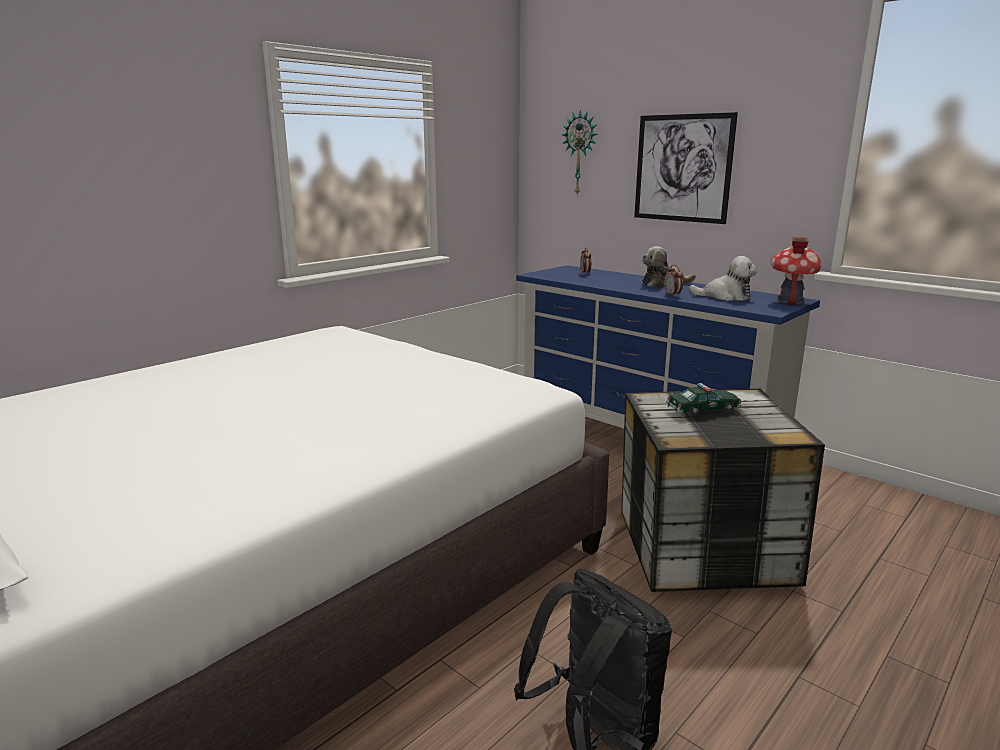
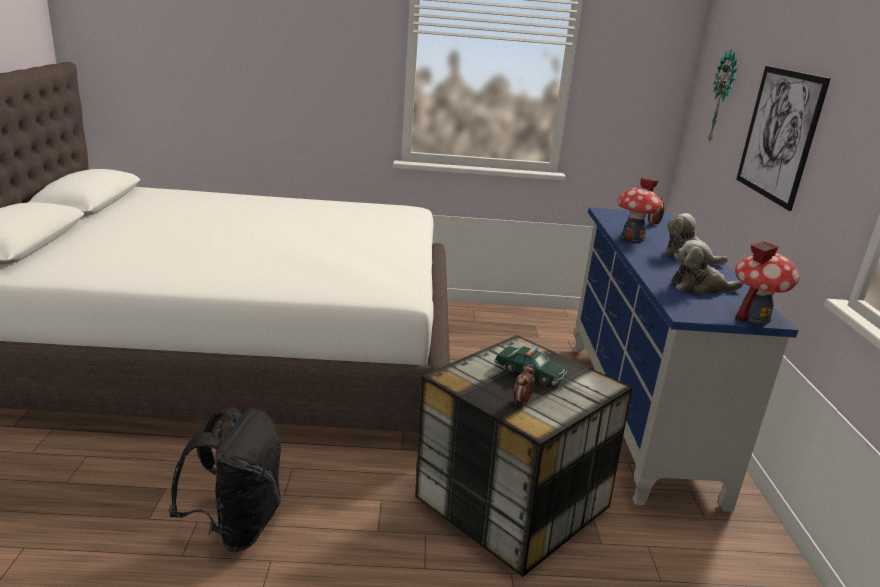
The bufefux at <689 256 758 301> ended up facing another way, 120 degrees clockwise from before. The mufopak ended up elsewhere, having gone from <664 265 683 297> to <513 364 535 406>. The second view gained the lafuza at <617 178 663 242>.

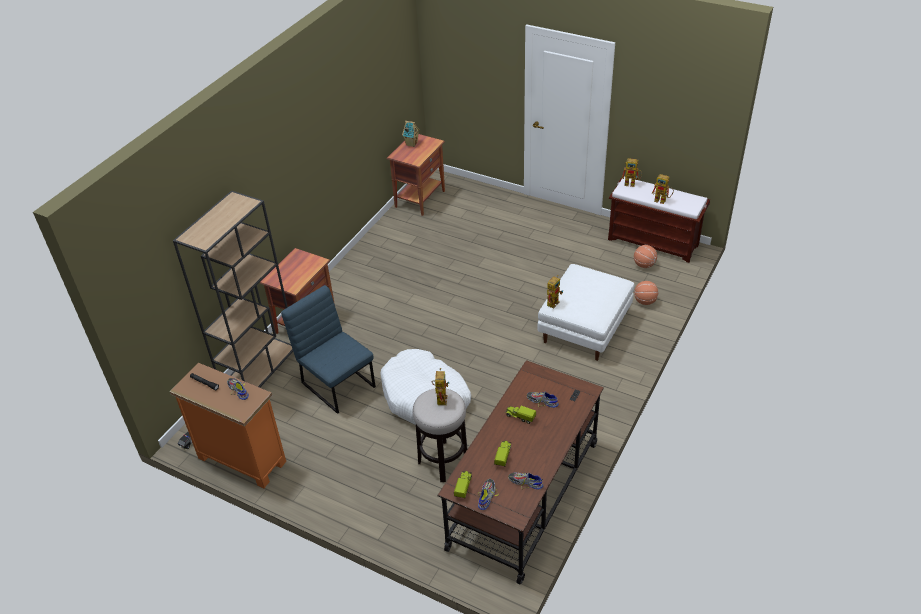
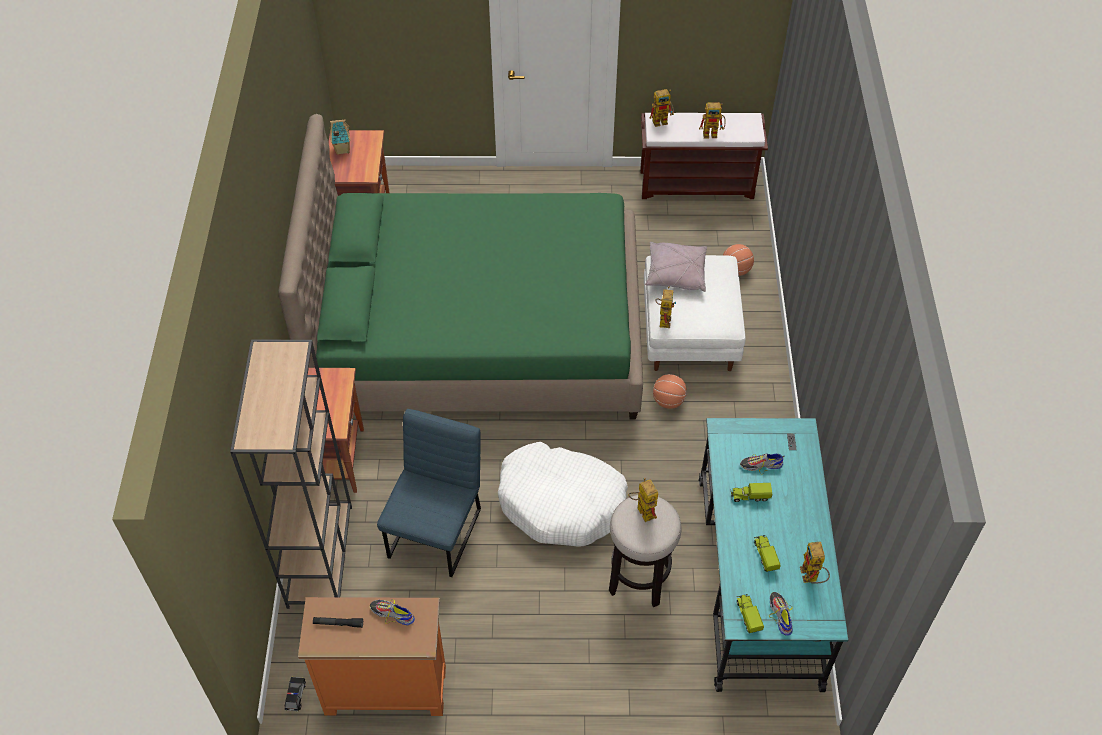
The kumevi ended up elsewhere, having gone from <634 245 657 268> to <653 374 687 409>. The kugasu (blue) at <281 285 376 414> ended up facing another way, 90 degrees clockwise from before. What was the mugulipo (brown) at <438 360 604 585> turned into the mugulipo (turquoise) at <698 418 848 692>. Where the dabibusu stood at <508 473 544 490>, the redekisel came to stand at <800 542 830 584>. The second view gained the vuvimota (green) at <278 114 643 420>. The second view gained the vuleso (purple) at <645 242 707 292>.

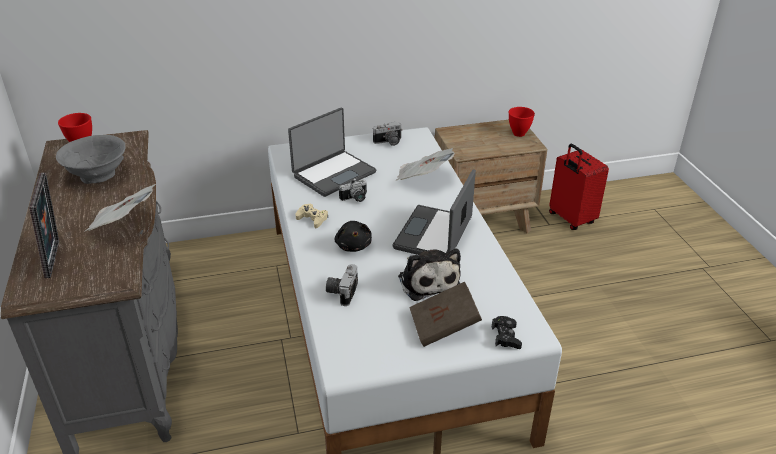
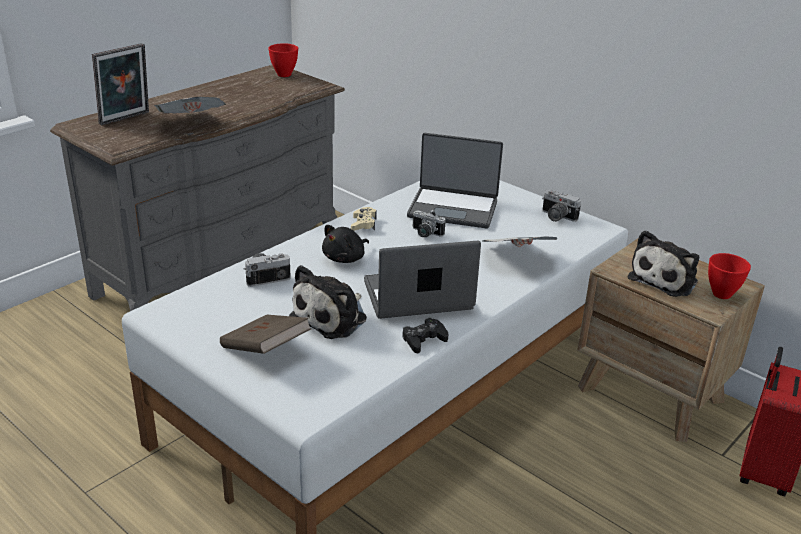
The second view lost the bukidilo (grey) at <56 135 126 184>. The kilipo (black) ended up elsewhere, having gone from <492 316 522 349> to <402 318 448 353>. The second view gained the bufefux at <628 230 699 297>.

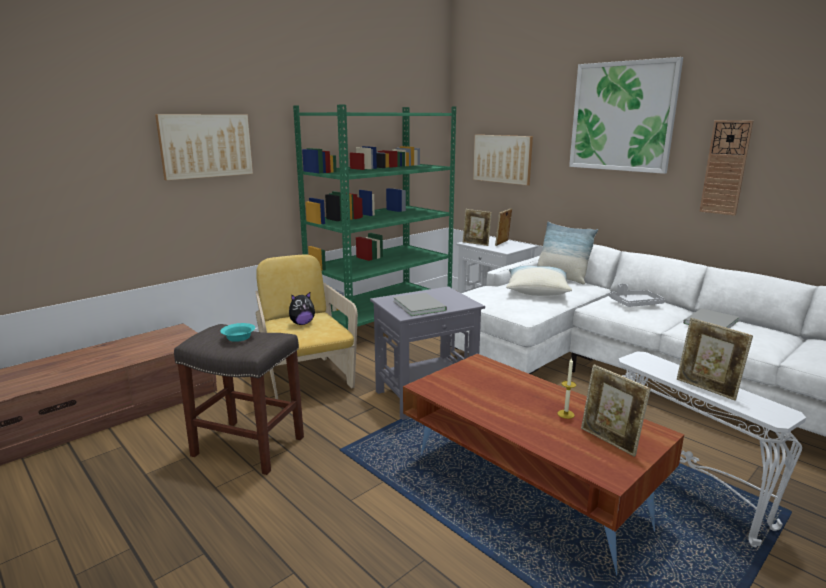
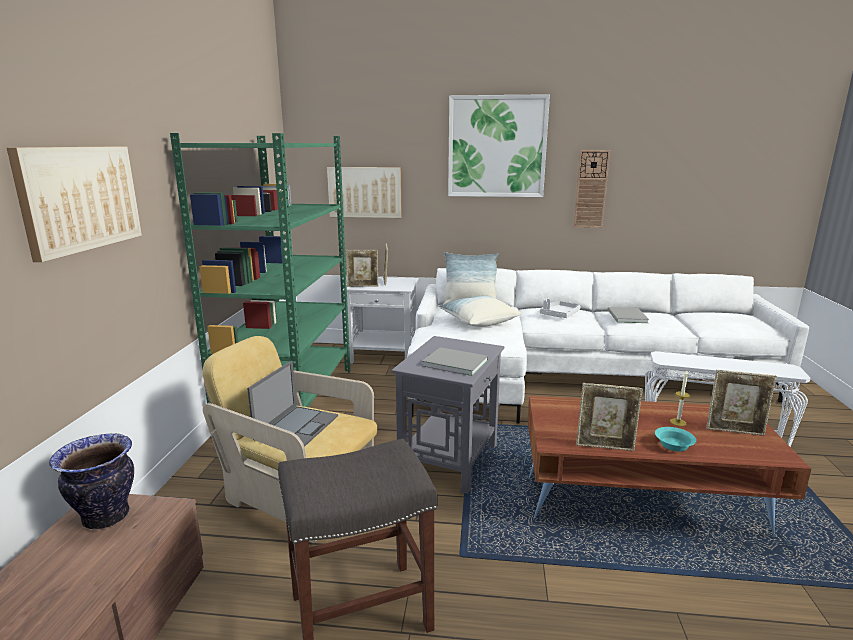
Where the bufefux stood at <289 292 315 325>, the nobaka came to stand at <247 361 338 447>. The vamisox ended up elsewhere, having gone from <677 318 753 401> to <576 383 643 451>. The bukidilo (turquoise) ended up elsewhere, having gone from <220 323 255 342> to <655 427 696 452>. The second view gained the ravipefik at <49 433 134 529>.

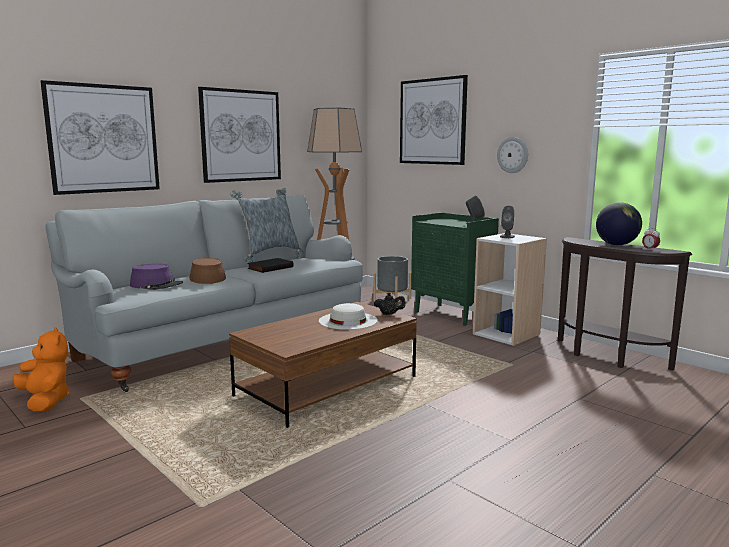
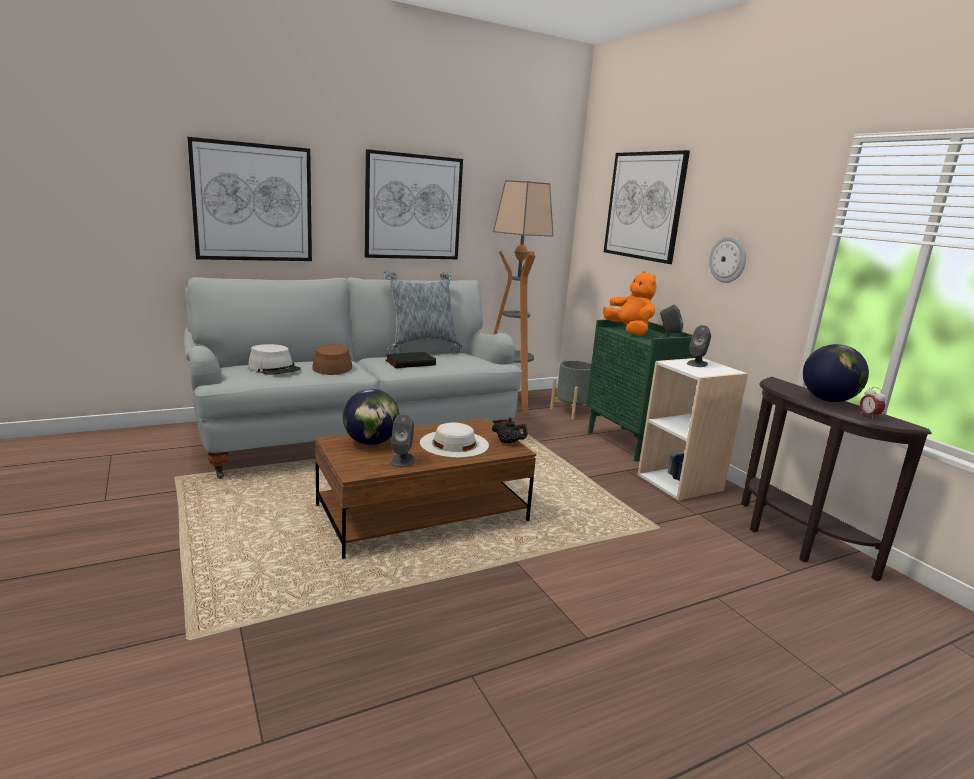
What was the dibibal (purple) at <130 264 183 290> turned into the dibibal (grey) at <248 344 301 375>. The bufefux (orange) ended up elsewhere, having gone from <13 327 70 411> to <603 271 656 336>. The second view gained the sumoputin at <343 389 400 445>. The second view gained the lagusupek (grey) at <390 414 415 468>.

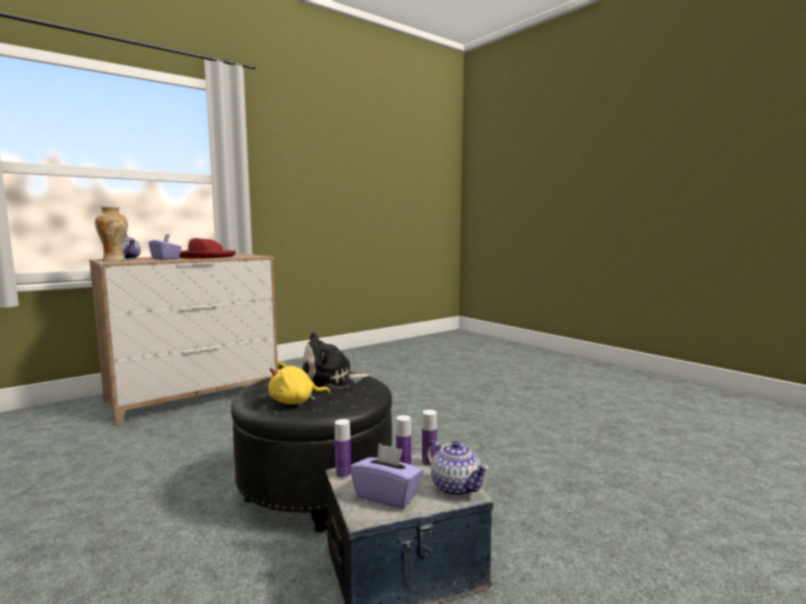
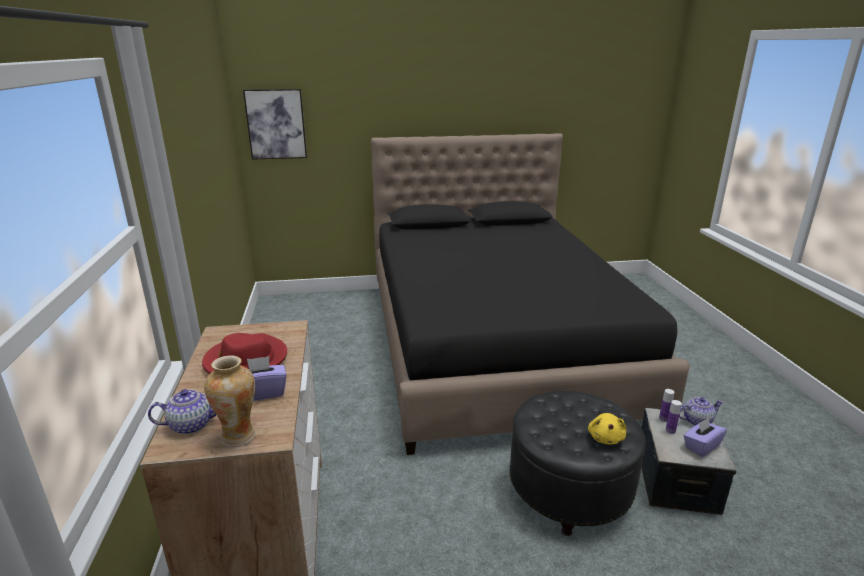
The second view lost the bufefux at <300 332 370 390>. The second view lost the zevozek at <335 419 351 479>. The second view gained the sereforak at <243 89 307 160>. The second view gained the vuvimota (black) at <371 133 690 455>.

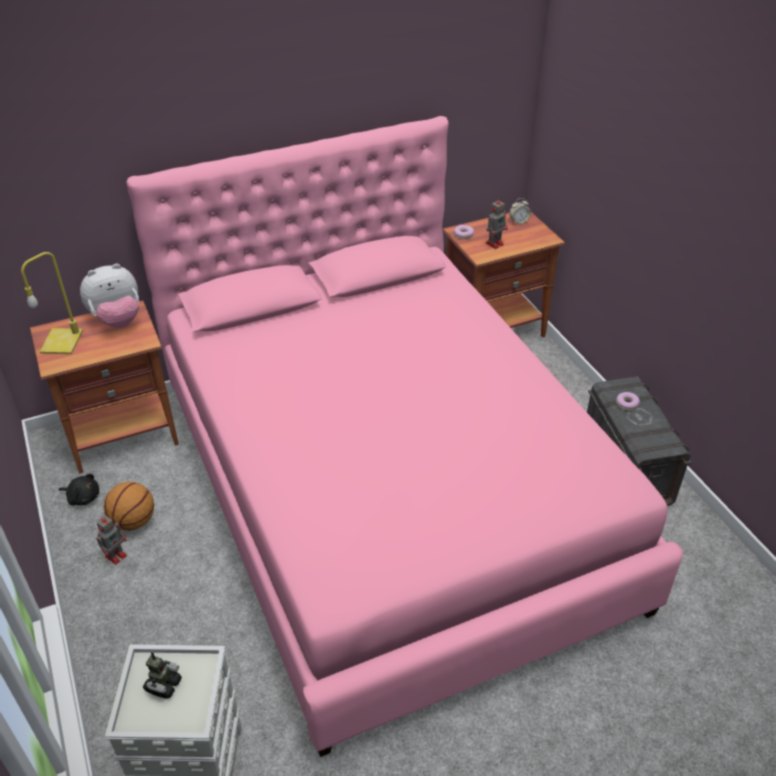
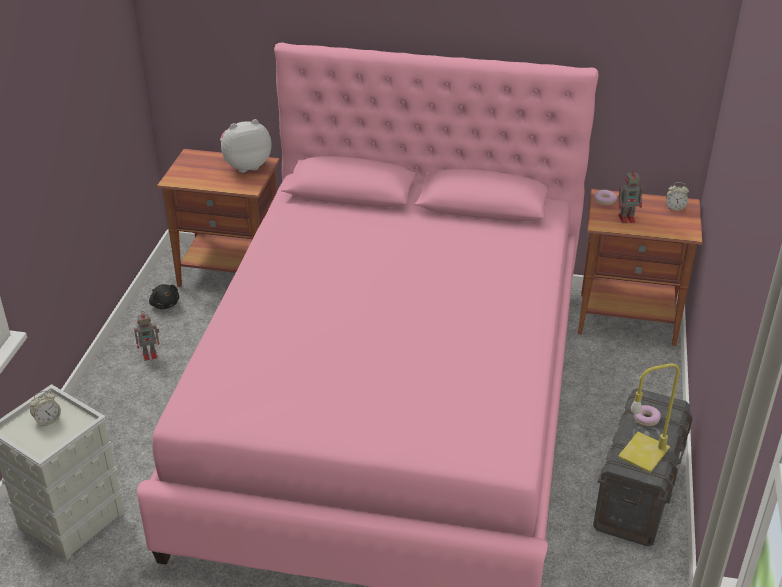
The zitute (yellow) ended up elsewhere, having gone from <21 252 83 354> to <618 363 680 473>. The bufefux at <80 263 139 328> ended up facing another way, 150 degrees clockwise from before. The second view lost the kumevi at <103 482 154 531>. Where the redekisel stood at <143 652 182 699>, the mufopak came to stand at <30 391 61 427>.

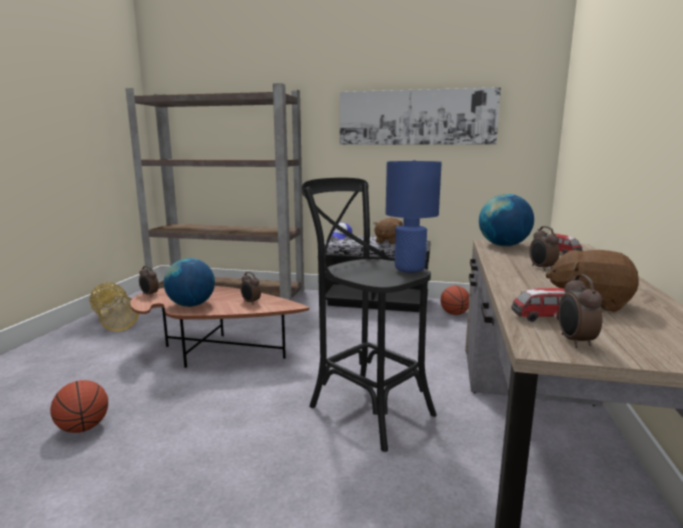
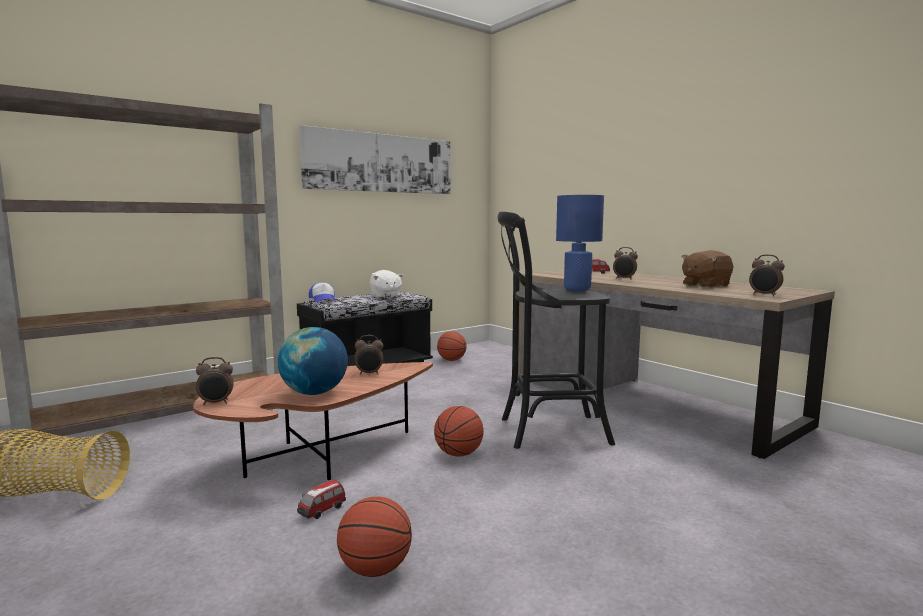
The second view lost the sumoputin at <479 194 534 246>. What was the bufefux (brown) at <373 218 403 245> turned into the bufefux (white) at <370 270 403 299>. The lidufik ended up elsewhere, having gone from <511 288 565 322> to <297 480 346 519>. The second view gained the kumevi at <434 406 484 457>.

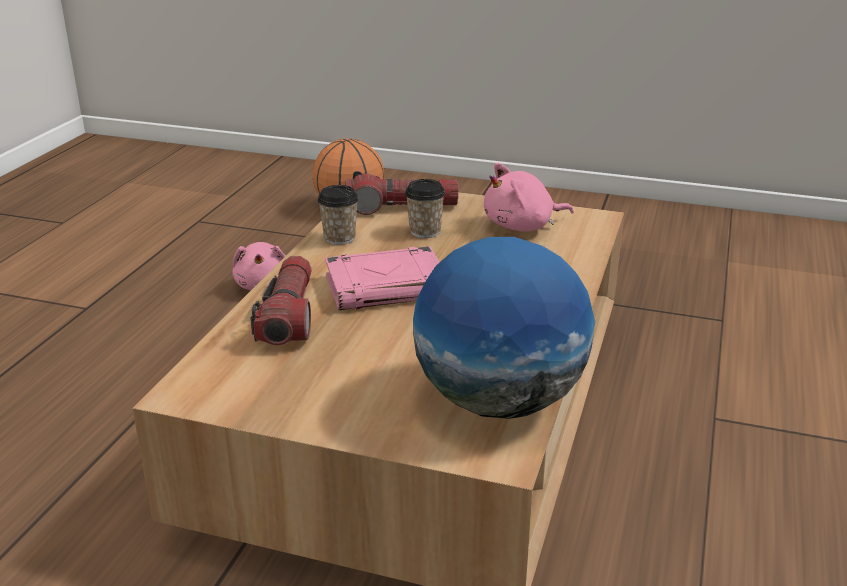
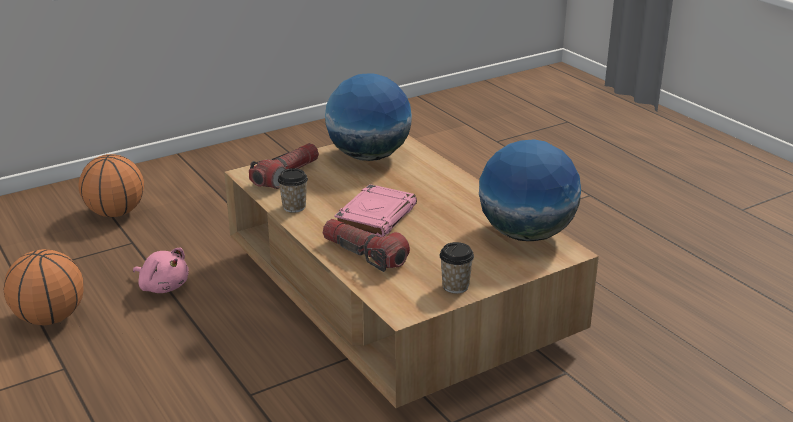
Where the bufefux (pink) stood at <484 163 574 232>, the sumoputin came to stand at <325 73 412 161>. The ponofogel ended up elsewhere, having gone from <405 179 445 238> to <439 242 474 293>. The second view gained the kumevi at <4 249 84 325>.

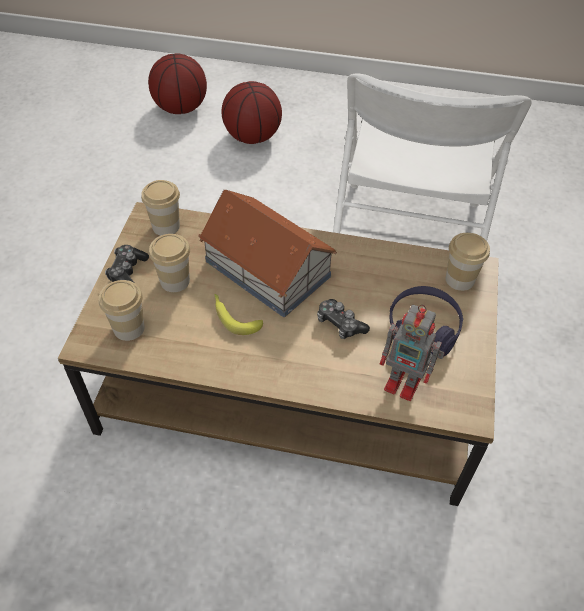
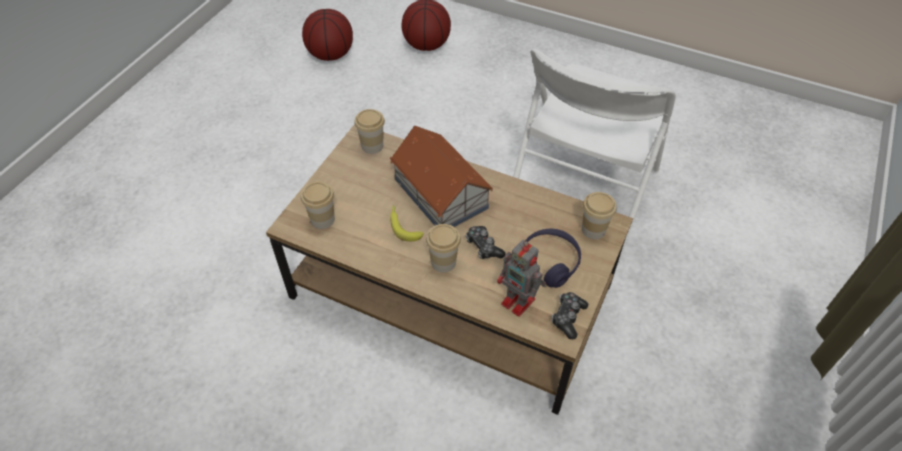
The kumevi ended up elsewhere, having gone from <222 81 282 144> to <302 9 353 61>. The ponofogel ended up elsewhere, having gone from <149 234 190 292> to <426 224 461 273>. The kilipo ended up elsewhere, having gone from <105 245 149 282> to <552 292 588 339>.

